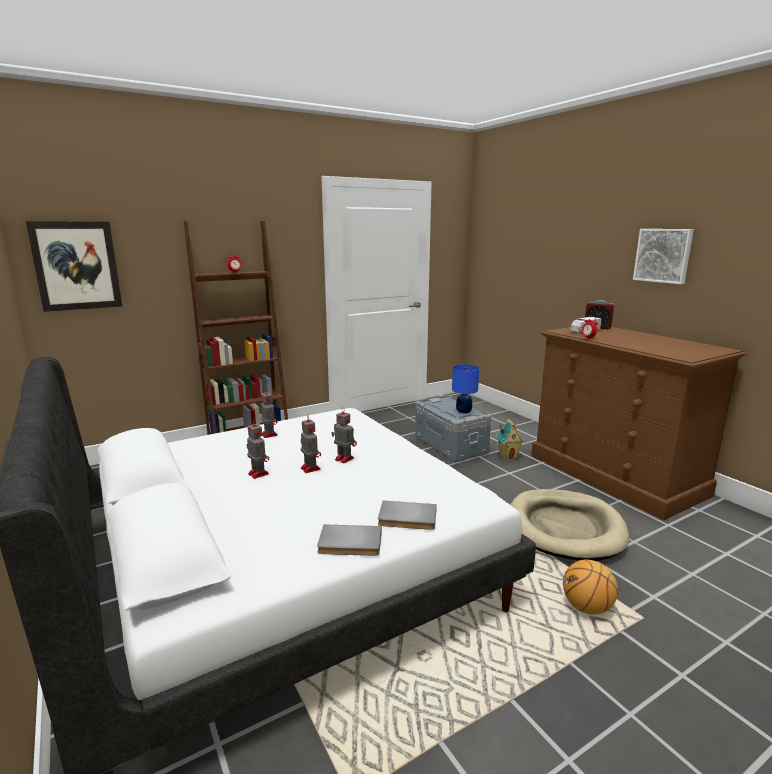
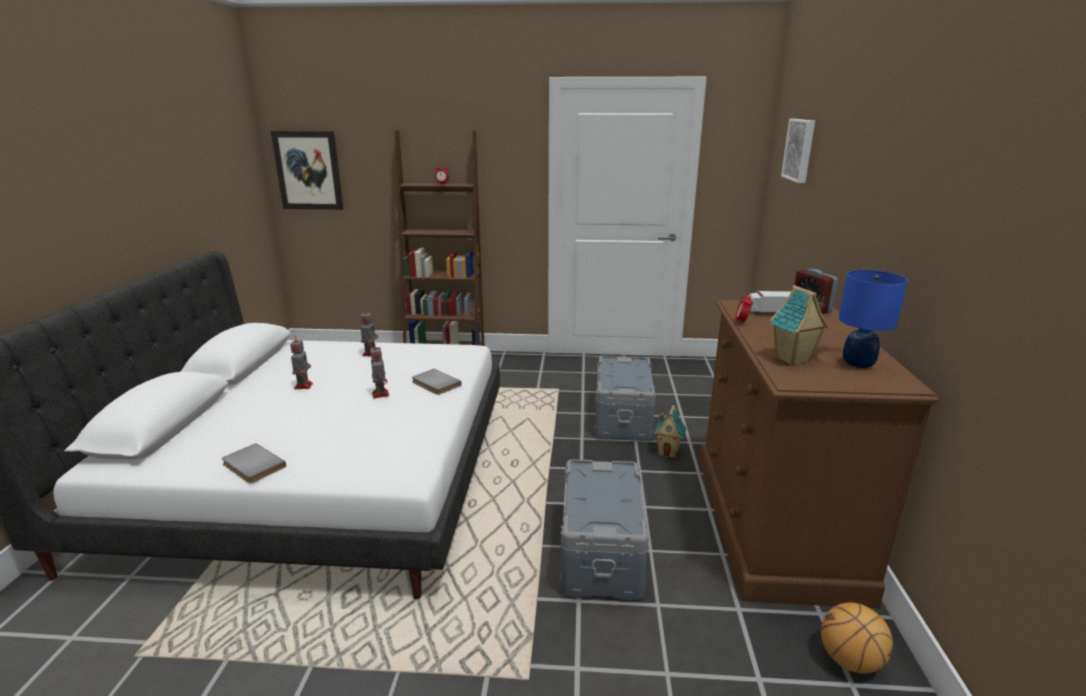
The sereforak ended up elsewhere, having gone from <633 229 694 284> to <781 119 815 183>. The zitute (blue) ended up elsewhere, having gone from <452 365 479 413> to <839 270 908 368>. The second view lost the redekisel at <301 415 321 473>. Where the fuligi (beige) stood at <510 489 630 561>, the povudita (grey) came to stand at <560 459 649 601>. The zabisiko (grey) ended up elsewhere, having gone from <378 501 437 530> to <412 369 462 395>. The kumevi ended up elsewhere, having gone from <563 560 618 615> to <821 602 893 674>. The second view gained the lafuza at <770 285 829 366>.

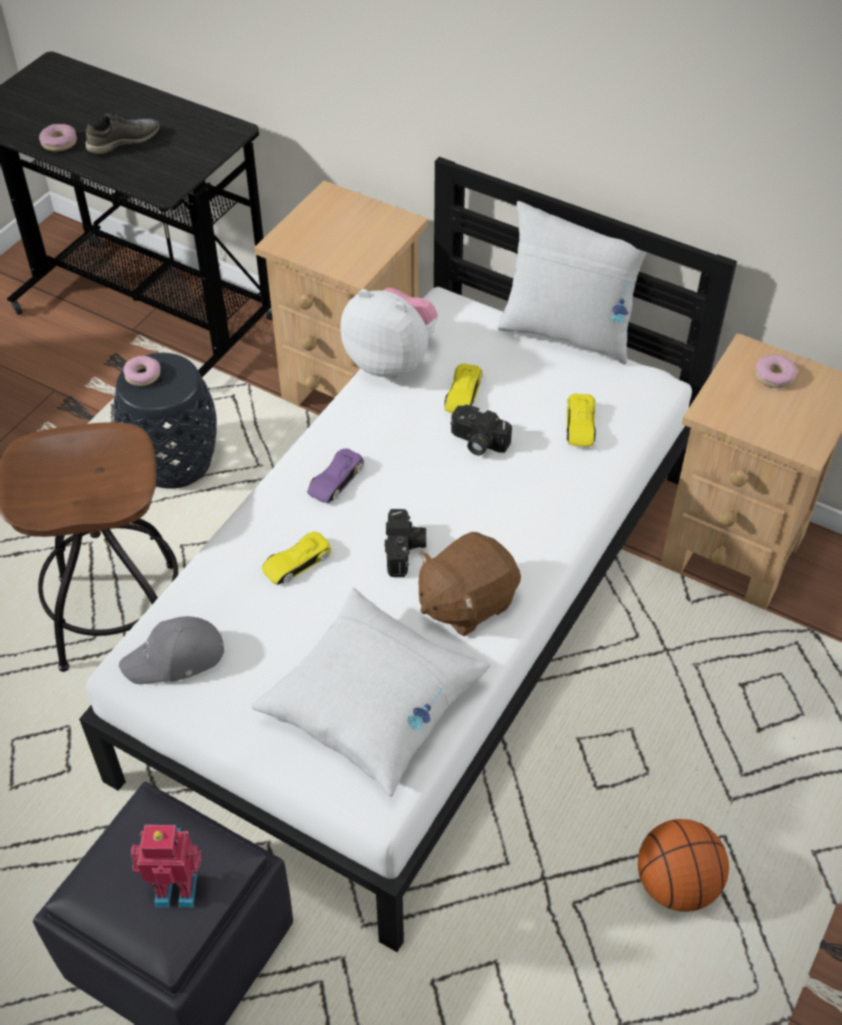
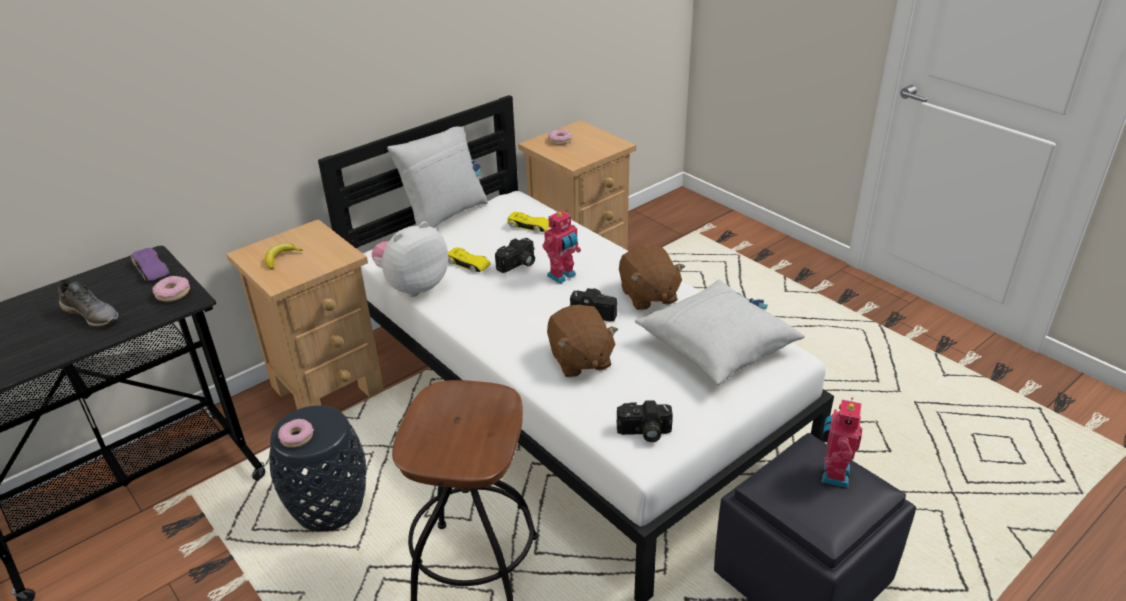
The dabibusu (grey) at <85 113 160 154> ended up facing another way, 135 degrees clockwise from before. The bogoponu ended up elsewhere, having gone from <39 124 77 151> to <153 276 190 302>. The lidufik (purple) ended up elsewhere, having gone from <307 449 364 503> to <131 248 169 281>. Where the lidufik (yellow) stood at <262 532 331 585>, the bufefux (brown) came to stand at <547 305 618 377>. Where the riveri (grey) stood at <119 616 224 684>, the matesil came to stand at <617 400 673 442>. The second view lost the kumevi at <638 819 729 912>. The second view gained the redekisel at <543 210 581 284>. The second view gained the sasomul at <265 243 303 270>.

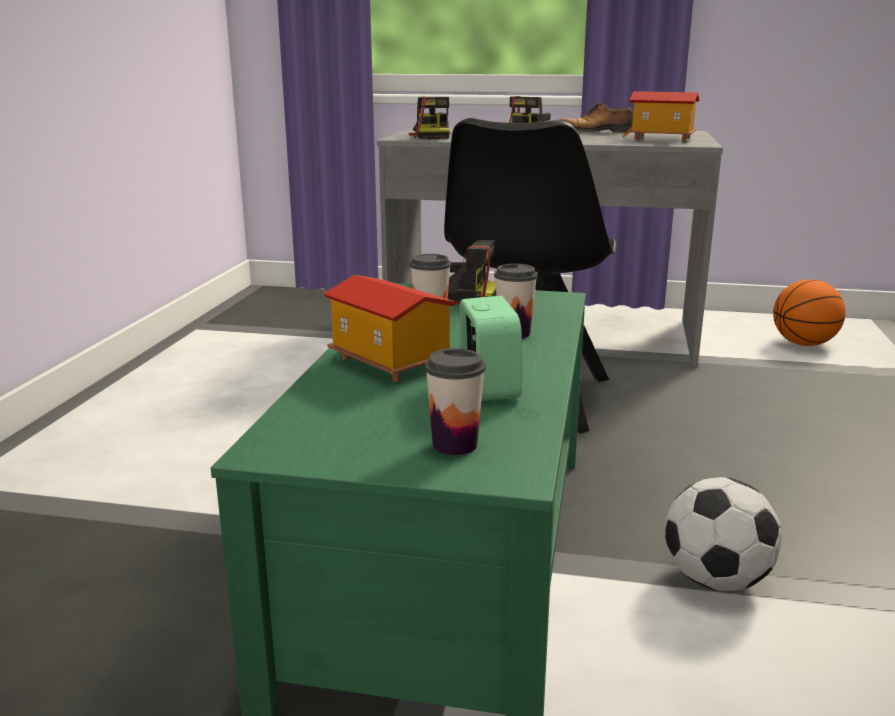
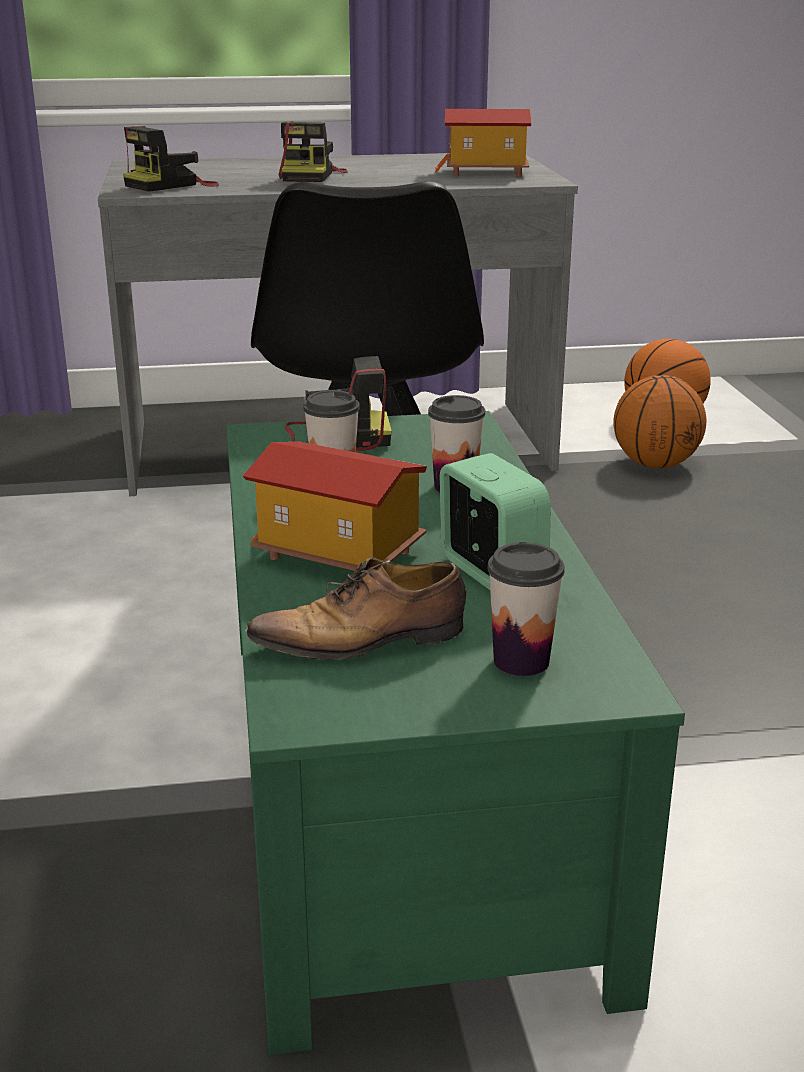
The matesil at <409 97 452 139> ended up facing another way, 75 degrees clockwise from before. The dabibusu ended up elsewhere, having gone from <559 102 633 132> to <245 556 466 660>. The second view lost the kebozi at <665 477 782 591>. The second view gained the kumevi at <613 375 707 468>.

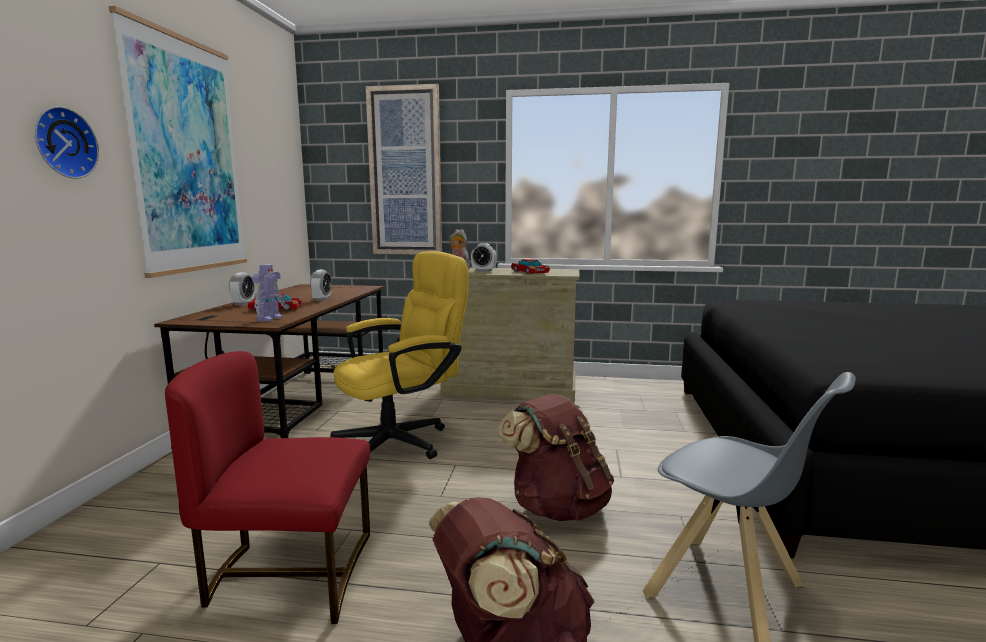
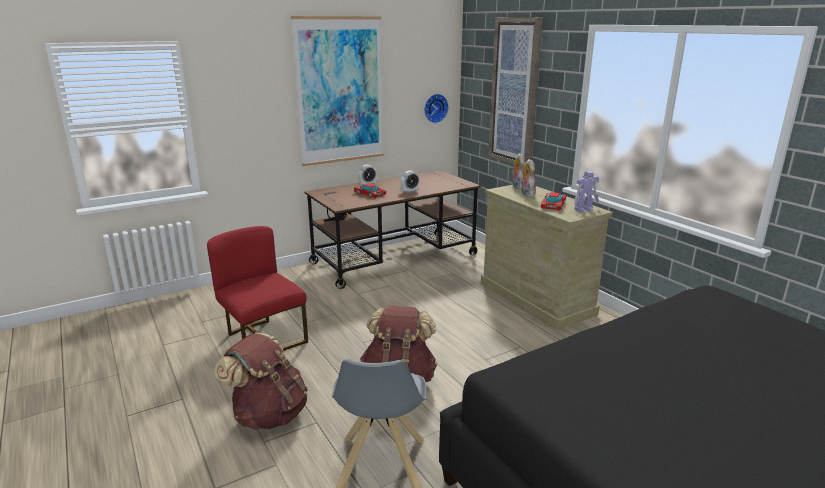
The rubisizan ended up elsewhere, having gone from <34 106 99 179> to <424 94 449 123>. Where the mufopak stood at <471 243 497 272>, the bufefux came to stand at <520 159 536 197>. The second view lost the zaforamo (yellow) at <330 251 469 459>. The redekisel ended up elsewhere, having gone from <252 264 286 321> to <574 171 599 212>.

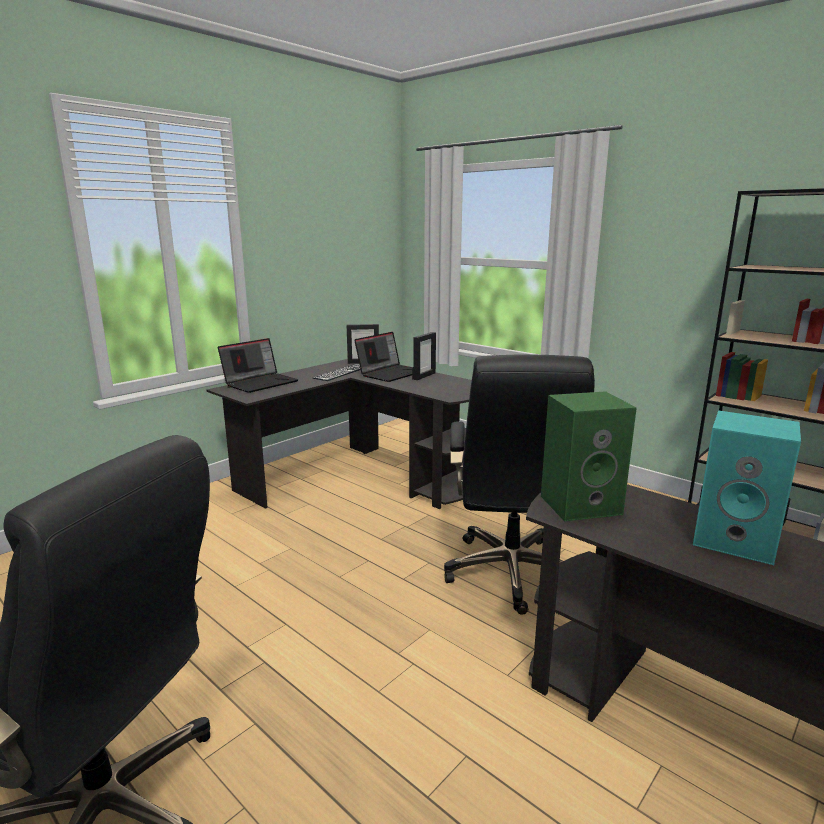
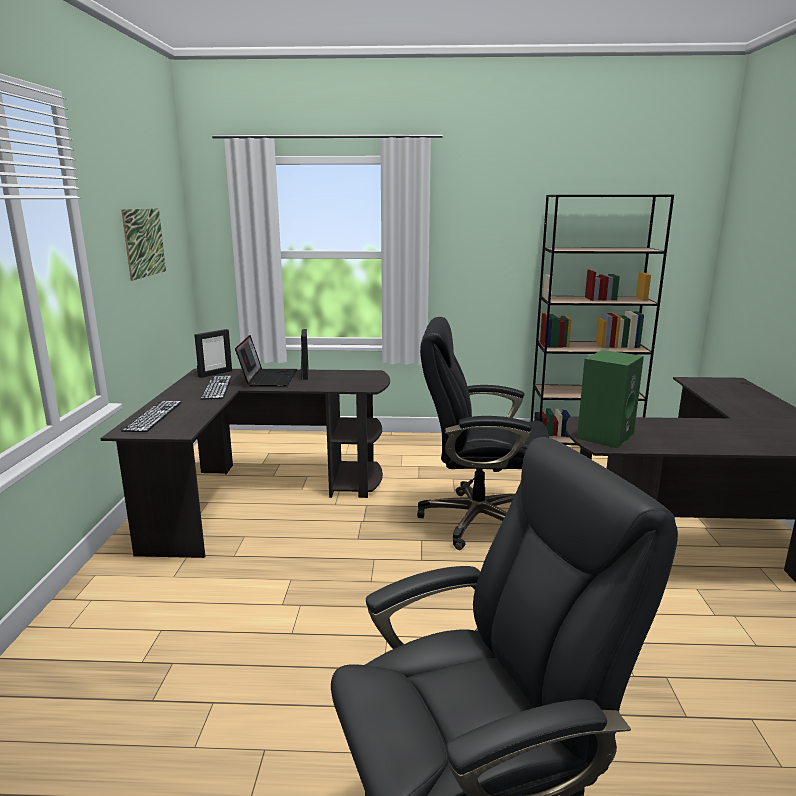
Where the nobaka stood at <218 338 299 393>, the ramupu came to stand at <121 401 182 432>. The zaforamo (black) at <444 355 595 615> ended up facing another way, 135 degrees clockwise from before. The second view lost the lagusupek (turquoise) at <693 410 801 565>. The second view gained the sereforak at <121 208 166 281>.

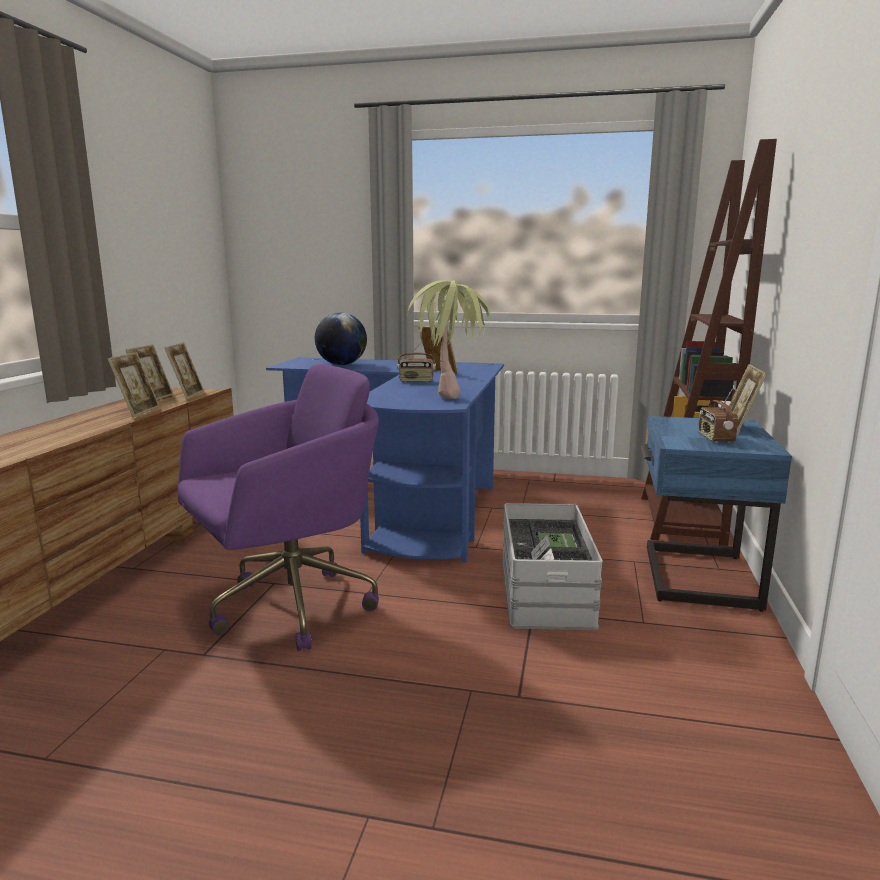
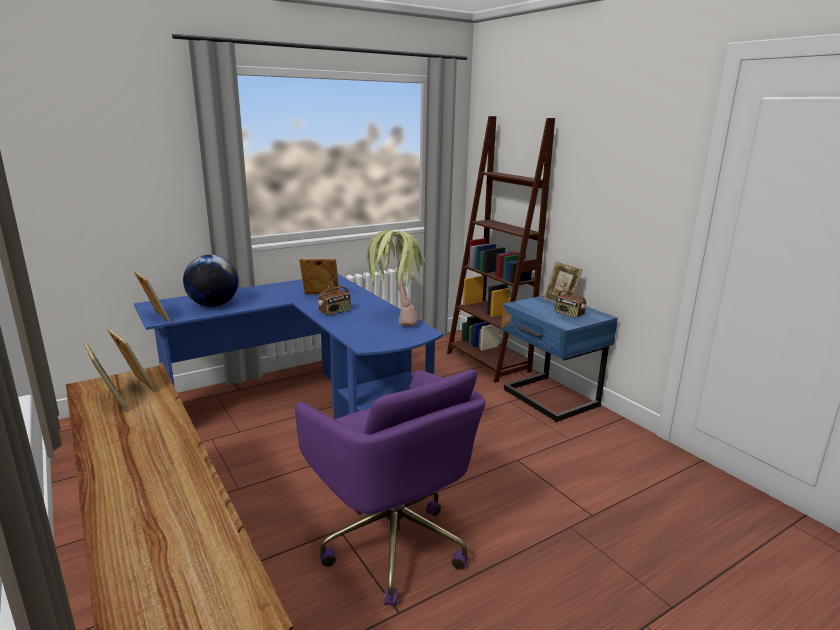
The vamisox ended up elsewhere, having gone from <108 352 160 417> to <134 271 170 322>. The zaforamo (purple) at <178 364 379 651> ended up facing another way, 135 degrees clockwise from before. The second view lost the povudita (grey) at <502 503 603 630>.

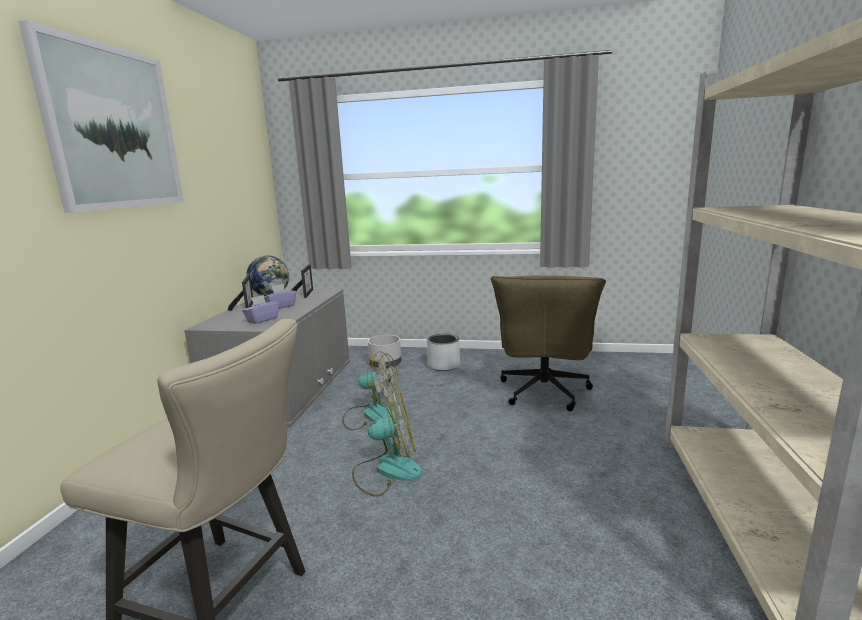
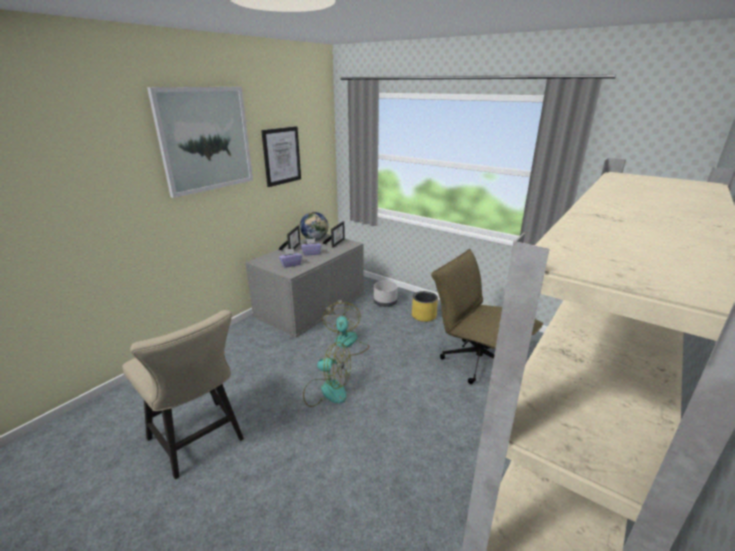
The zaforamo (beige) at <491 276 606 411> ended up facing another way, 90 degrees clockwise from before. What was the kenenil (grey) at <427 334 460 371> turned into the kenenil (yellow) at <412 291 438 322>. The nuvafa at <342 351 399 430> ended up facing another way, 135 degrees counterclockwise from before. The second view gained the sereforak at <261 126 301 187>.

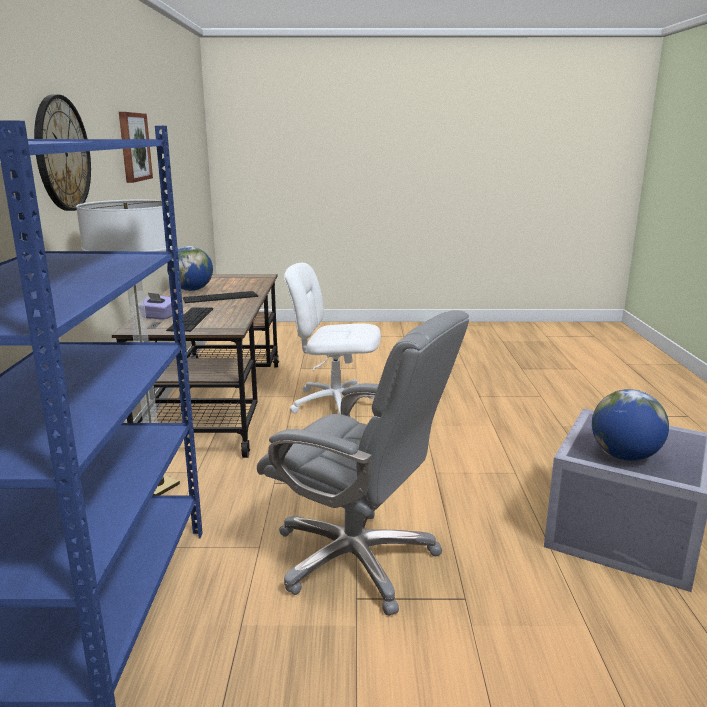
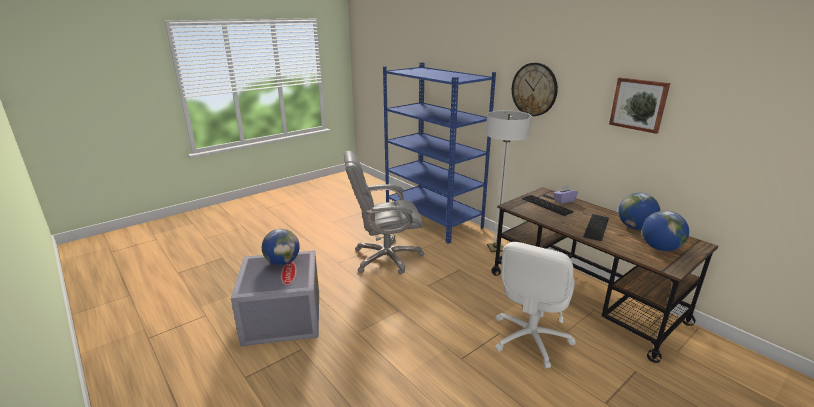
The zaforamo (white) at <284 263 381 414> ended up facing another way, 150 degrees clockwise from before. The second view gained the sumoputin at <642 211 689 251>.

